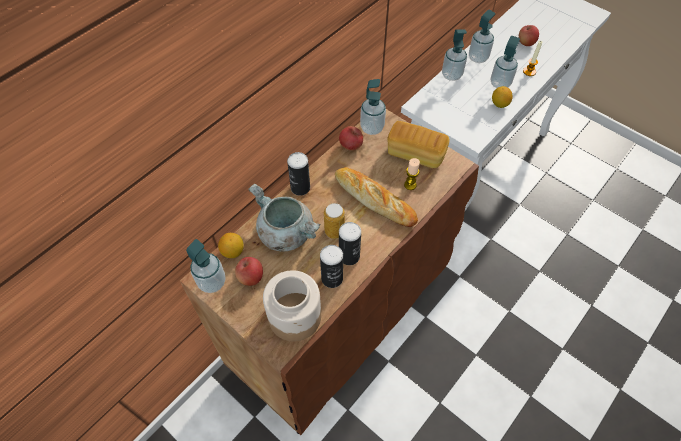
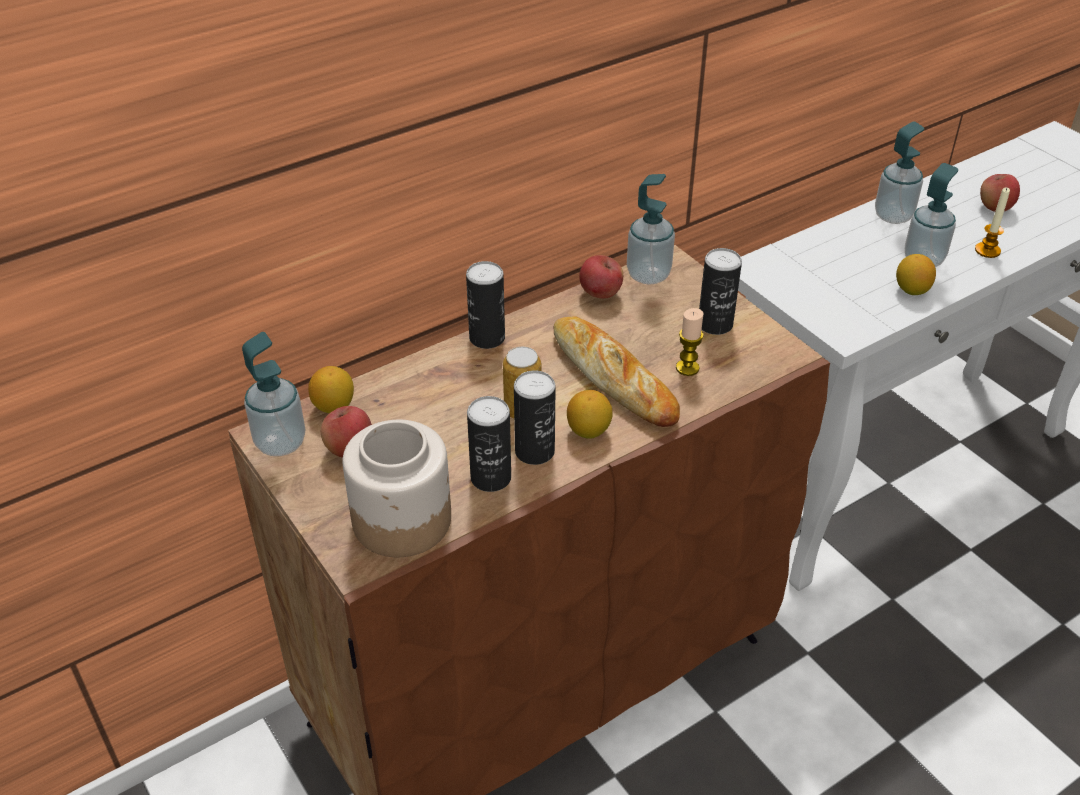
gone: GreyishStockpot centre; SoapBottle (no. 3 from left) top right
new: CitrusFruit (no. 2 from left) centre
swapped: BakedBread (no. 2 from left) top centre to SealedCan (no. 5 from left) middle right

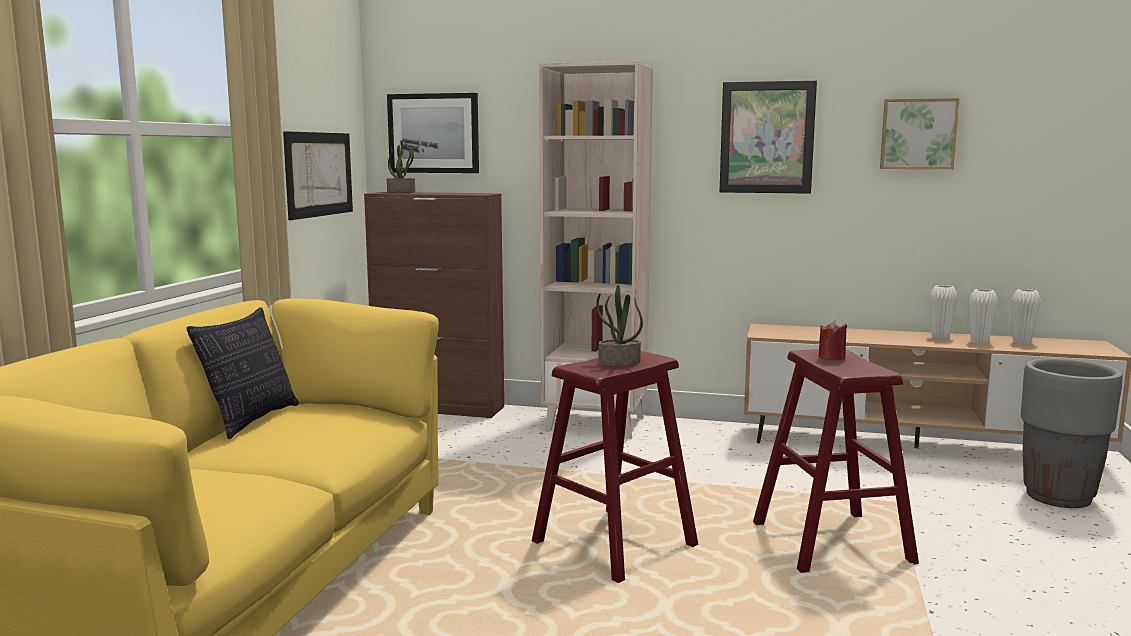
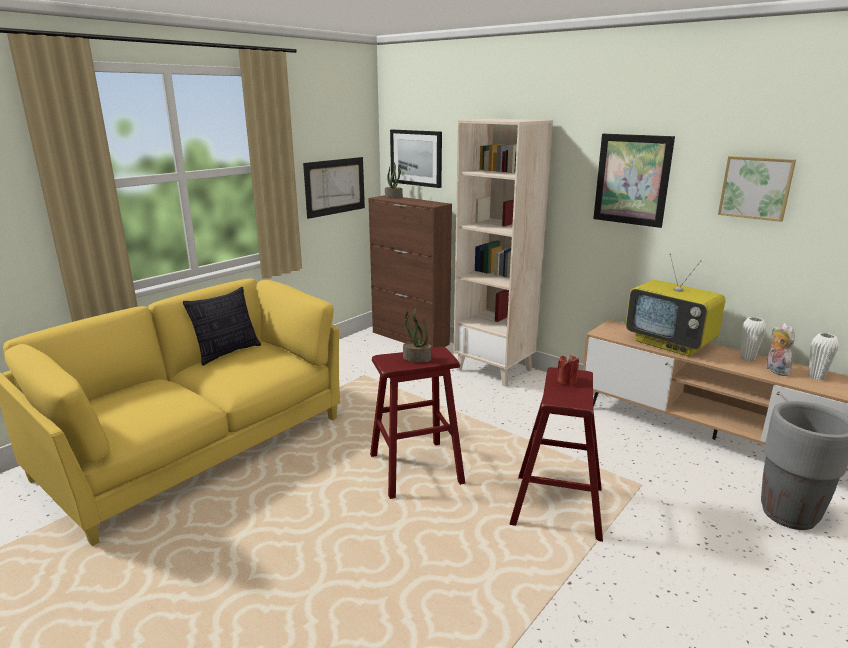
new: TvSet middle right
swapped: WhitishVase (no. 2 from left) middle right to CuddlyToy middle right

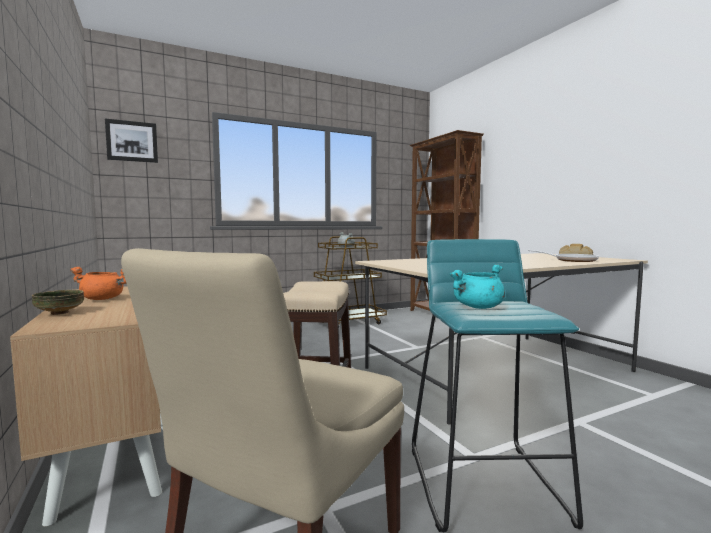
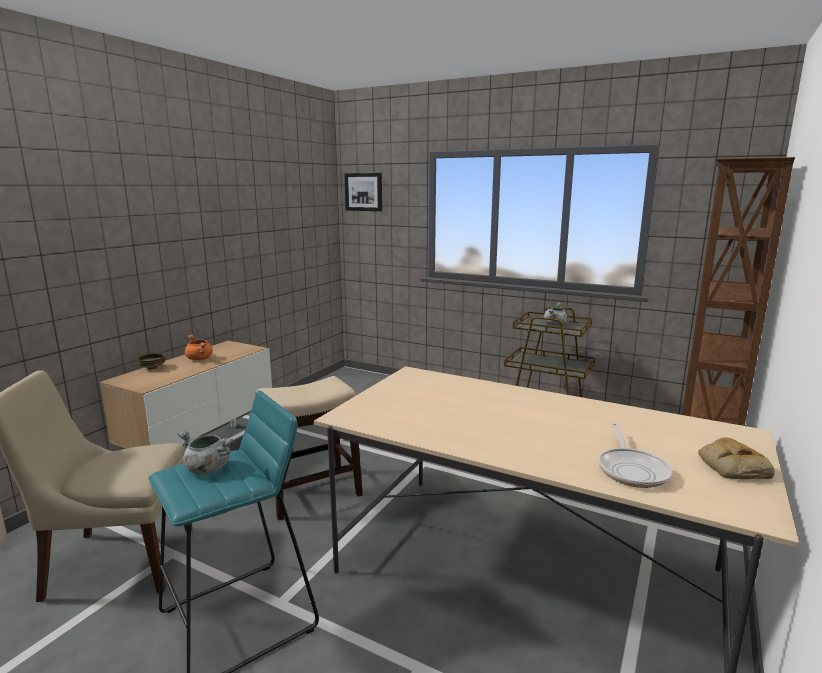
repainted: BlueGreenStockpot middle right to GreyishStockpot (no. 1 from left) bottom left

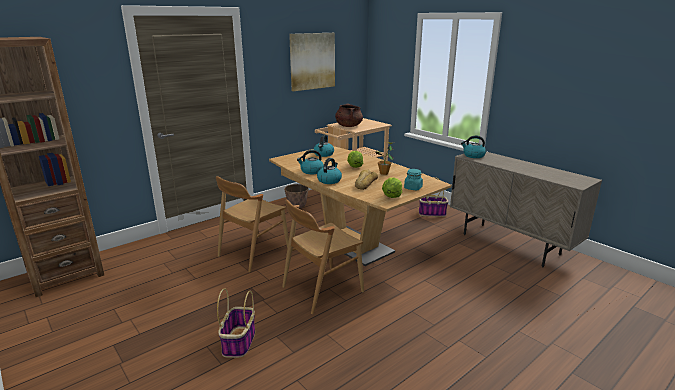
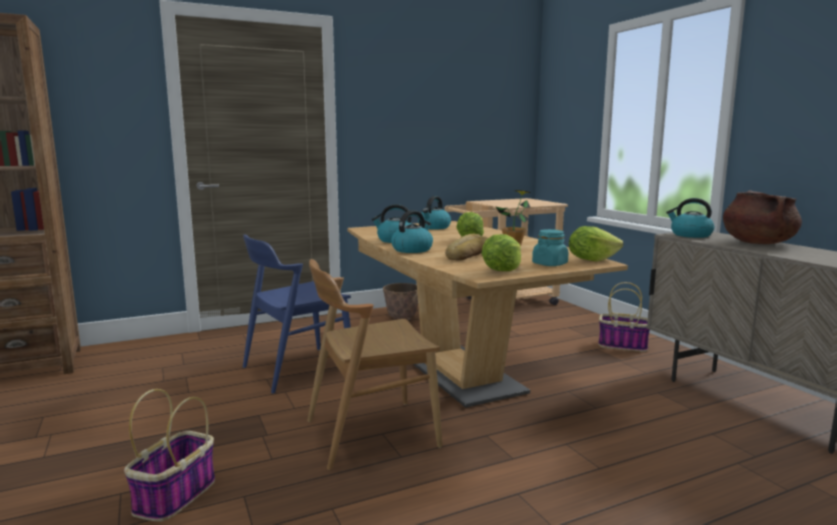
gone: Picture top centre
new: HeadOfLettuce (no. 3 from left) middle right
shifted: BrownishStockpot top centre to middle right
repainted: BrownishPlainChair (no. 1 from left) centre to BlueColouredPlainChair centre

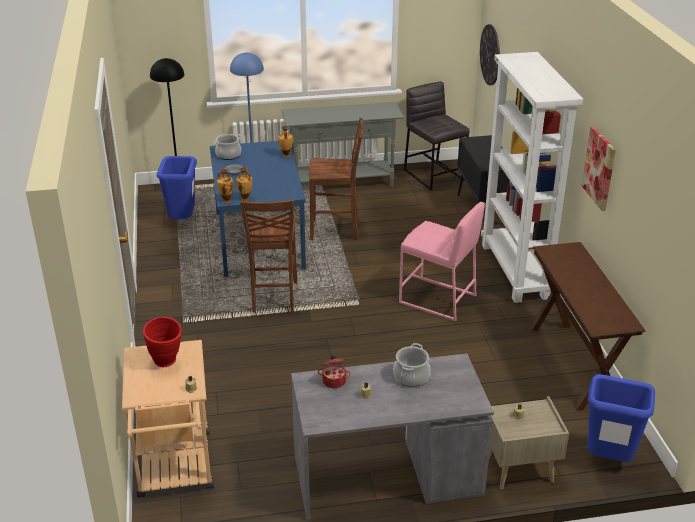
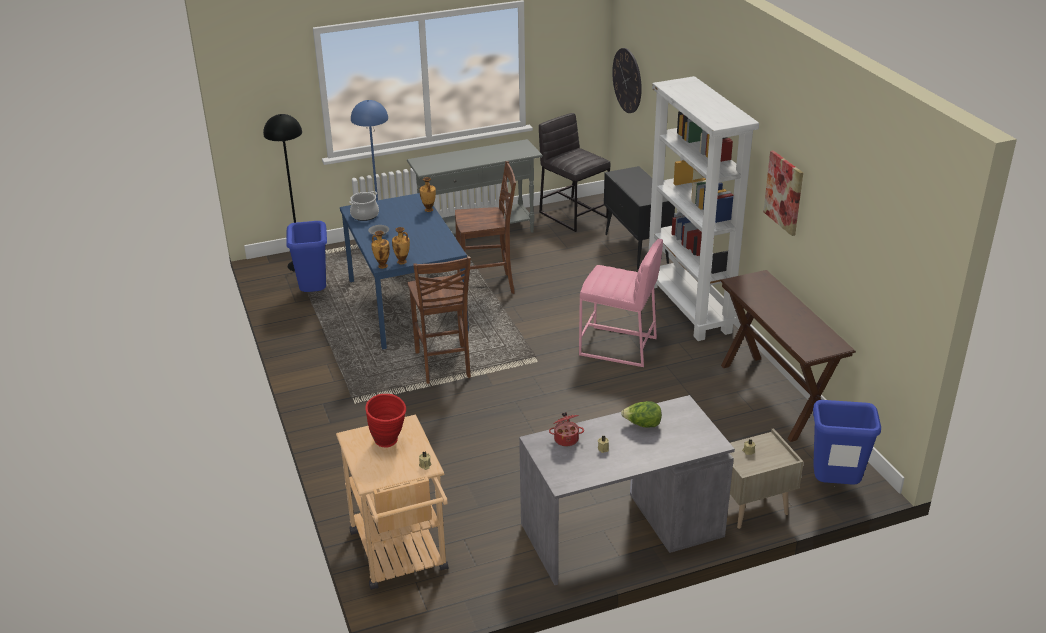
swapped: Stockpot (no. 3 from left) bottom centre to HeadOfLettuce centre

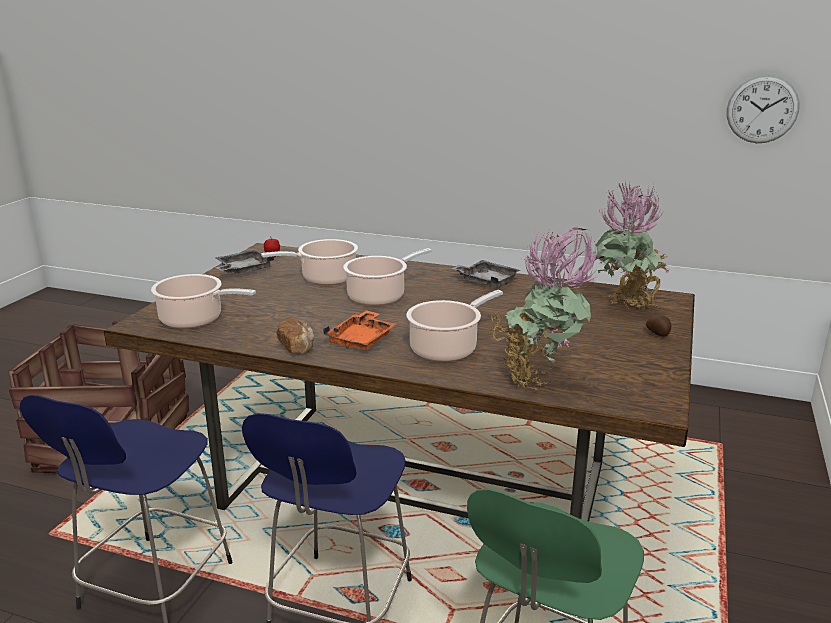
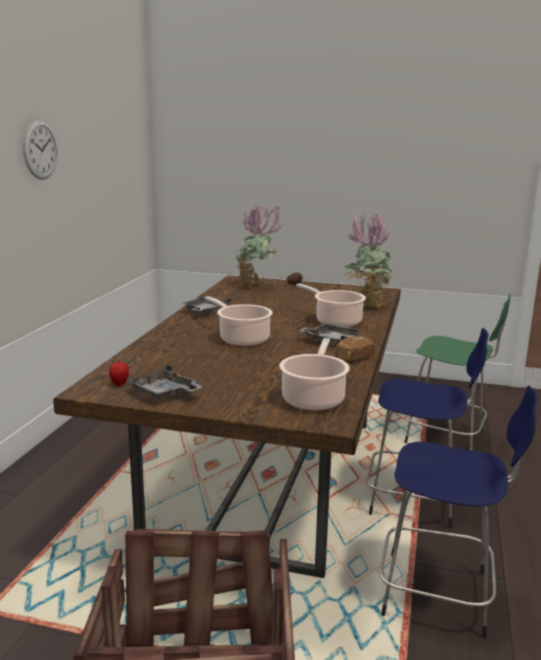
gone: Stockpot (no. 2 from left) centre
shifted: ClockOnTheWall top right to top left
repainted: OrangeCarryingTray centre to GreyishCarryingTray (no. 3 from left) centre

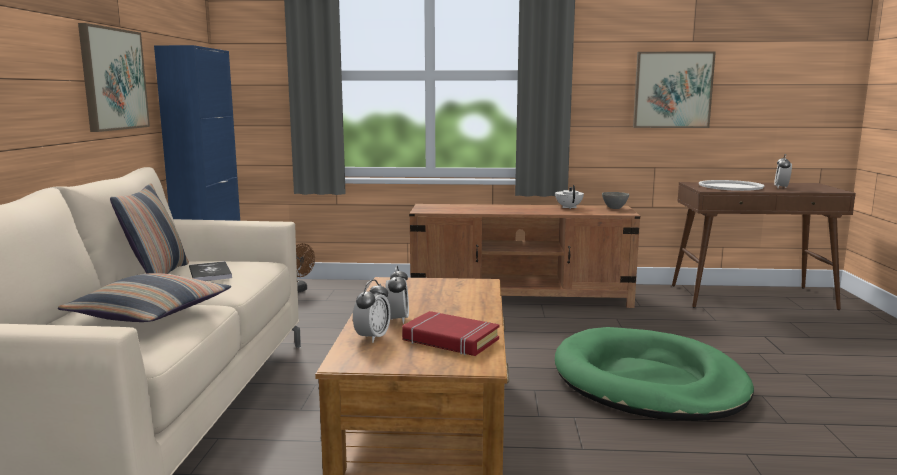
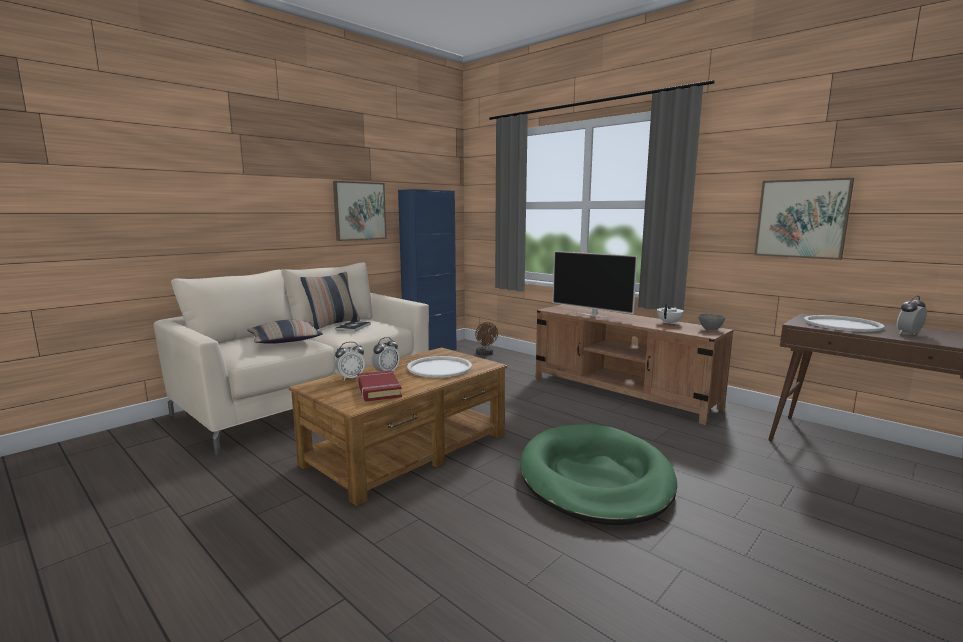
new: WhitishCarryingTray (no. 1 from left) centre; TvSet centre

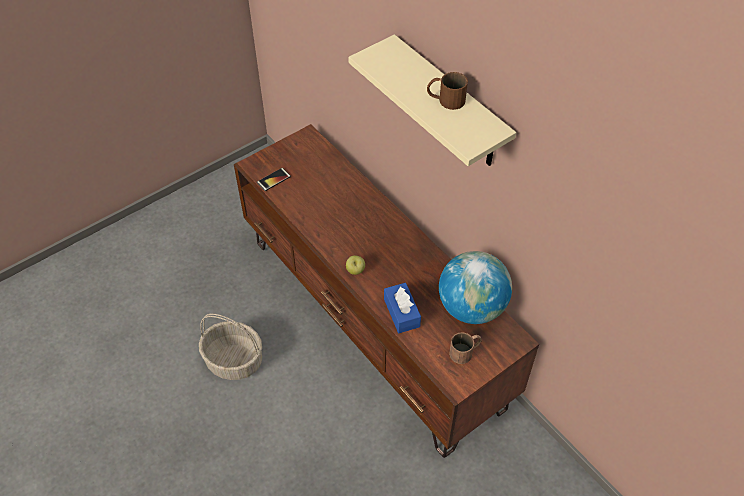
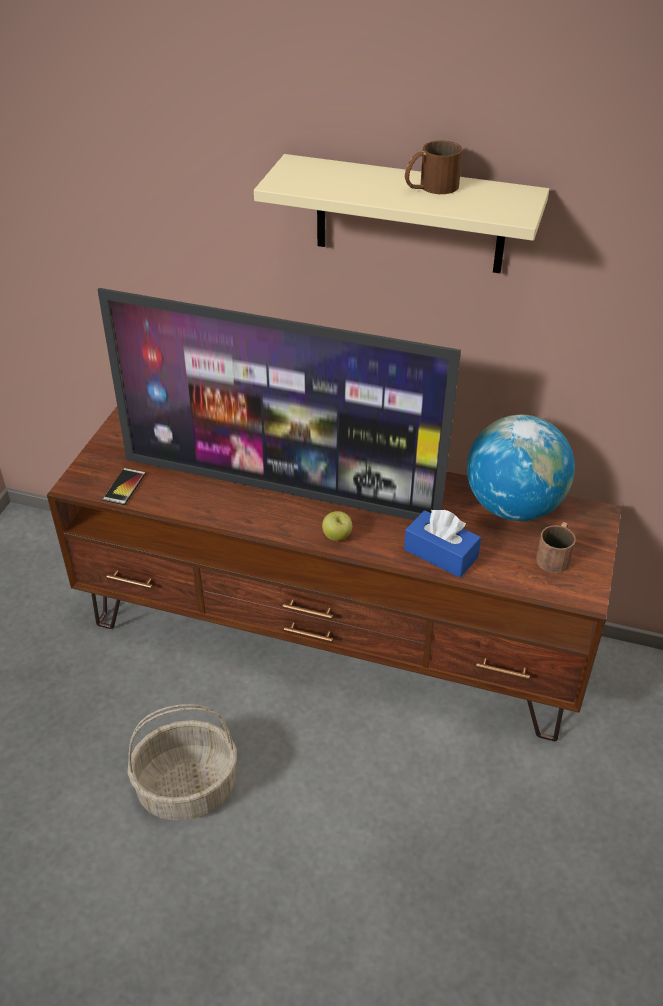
new: TvSet centre

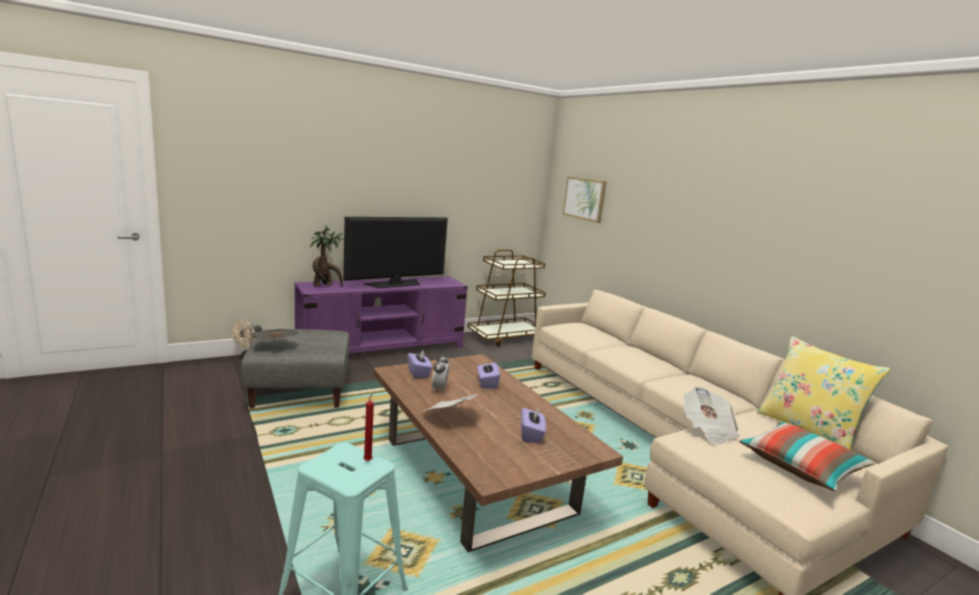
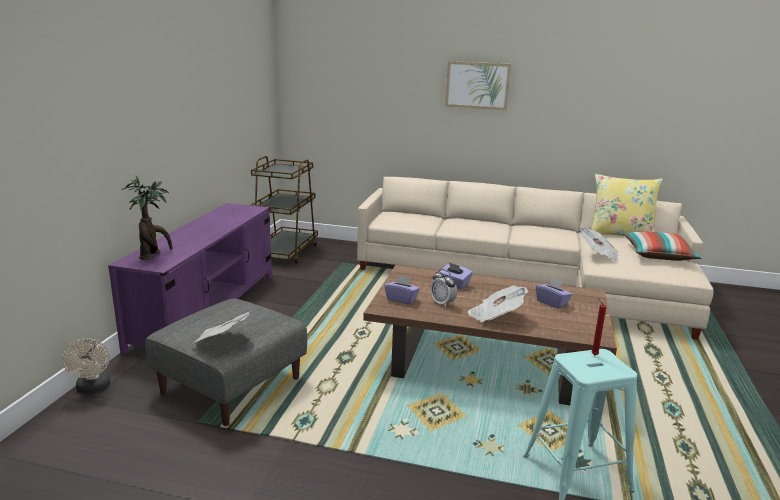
gone: TvSet centre
shifted: Picture centre to top centre

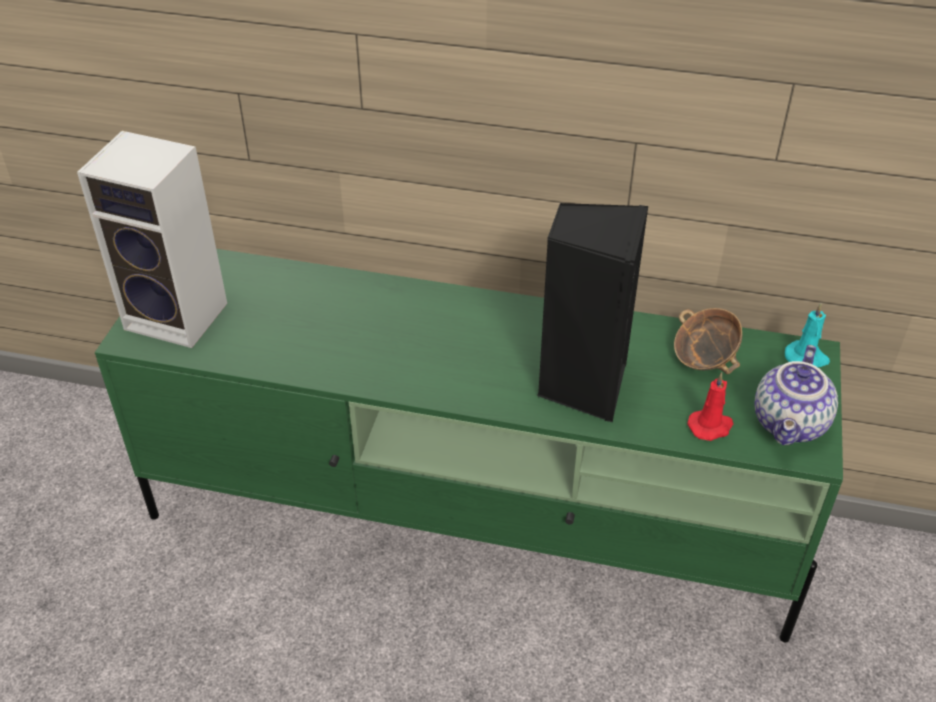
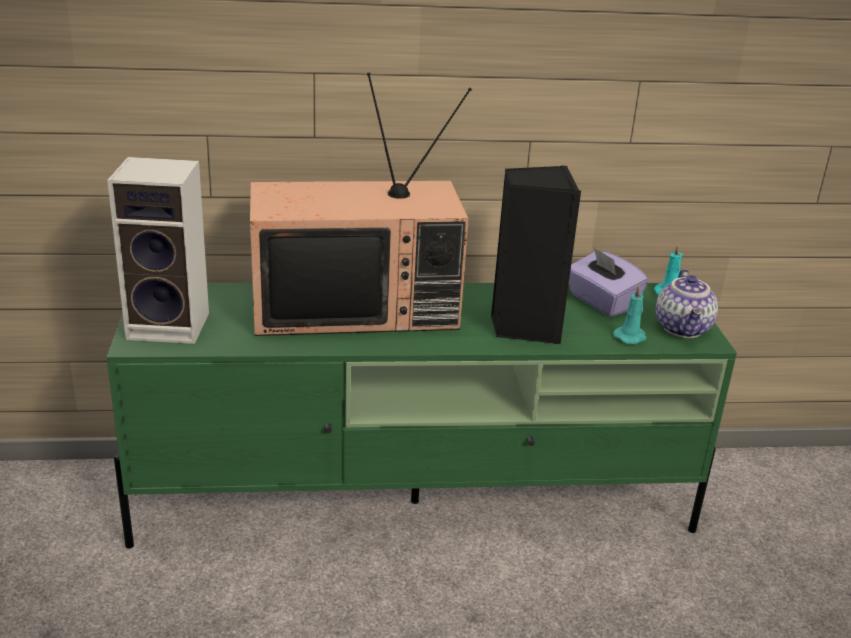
new: TvSet top centre
swapped: ServingBowl middle right to PurpleColouredTissueHolder middle right
repainted: RedWaxCandle middle right to BlueGreenWaxCandle (no. 1 from left) middle right

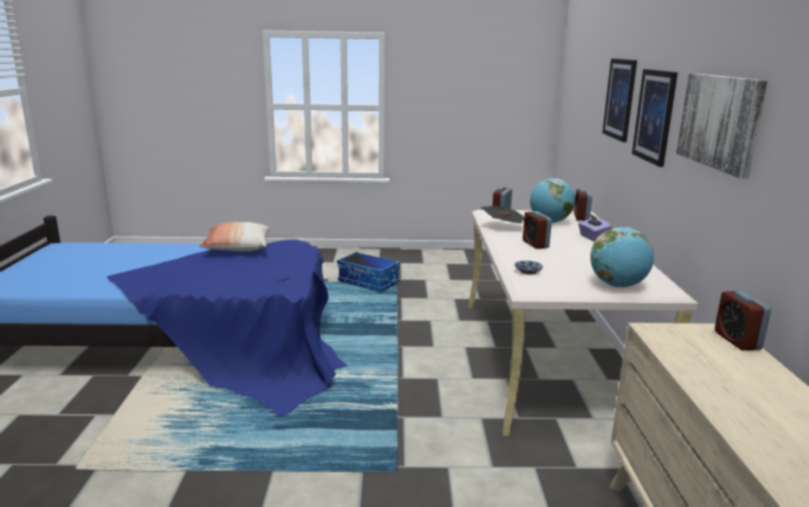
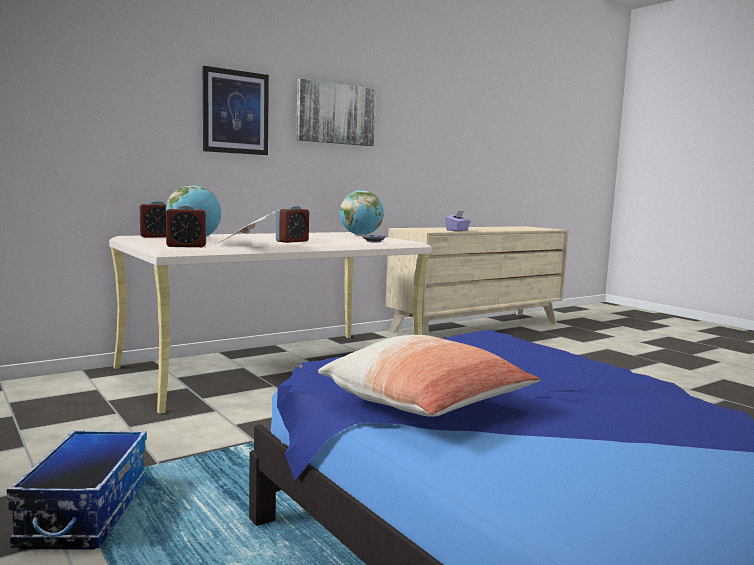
gone: Picture (no. 1 from left) top right; AlarmClock (no. 4 from left) middle right
shifted: PurpleColouredTissueHolder middle right to centre

